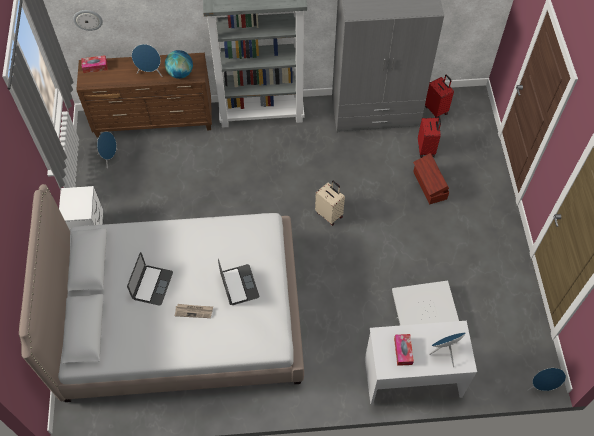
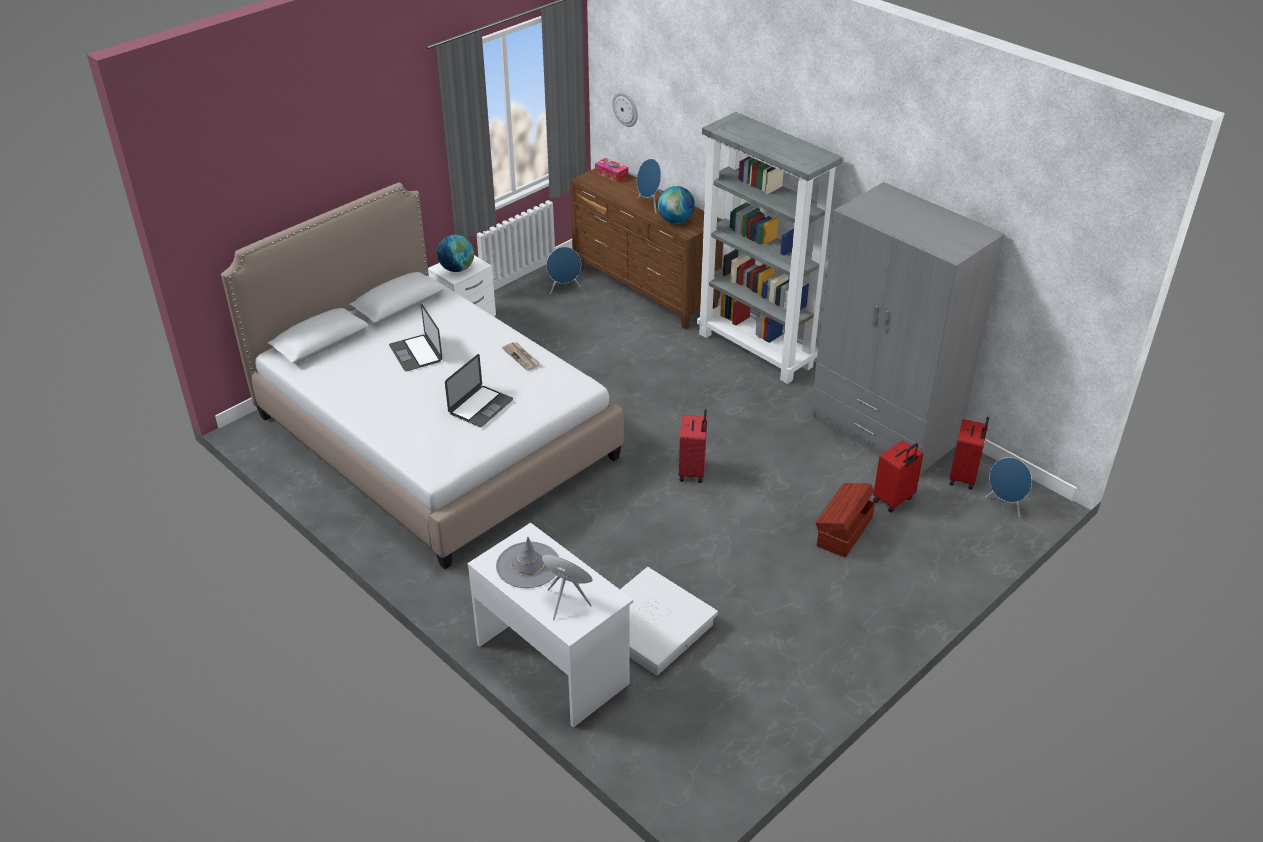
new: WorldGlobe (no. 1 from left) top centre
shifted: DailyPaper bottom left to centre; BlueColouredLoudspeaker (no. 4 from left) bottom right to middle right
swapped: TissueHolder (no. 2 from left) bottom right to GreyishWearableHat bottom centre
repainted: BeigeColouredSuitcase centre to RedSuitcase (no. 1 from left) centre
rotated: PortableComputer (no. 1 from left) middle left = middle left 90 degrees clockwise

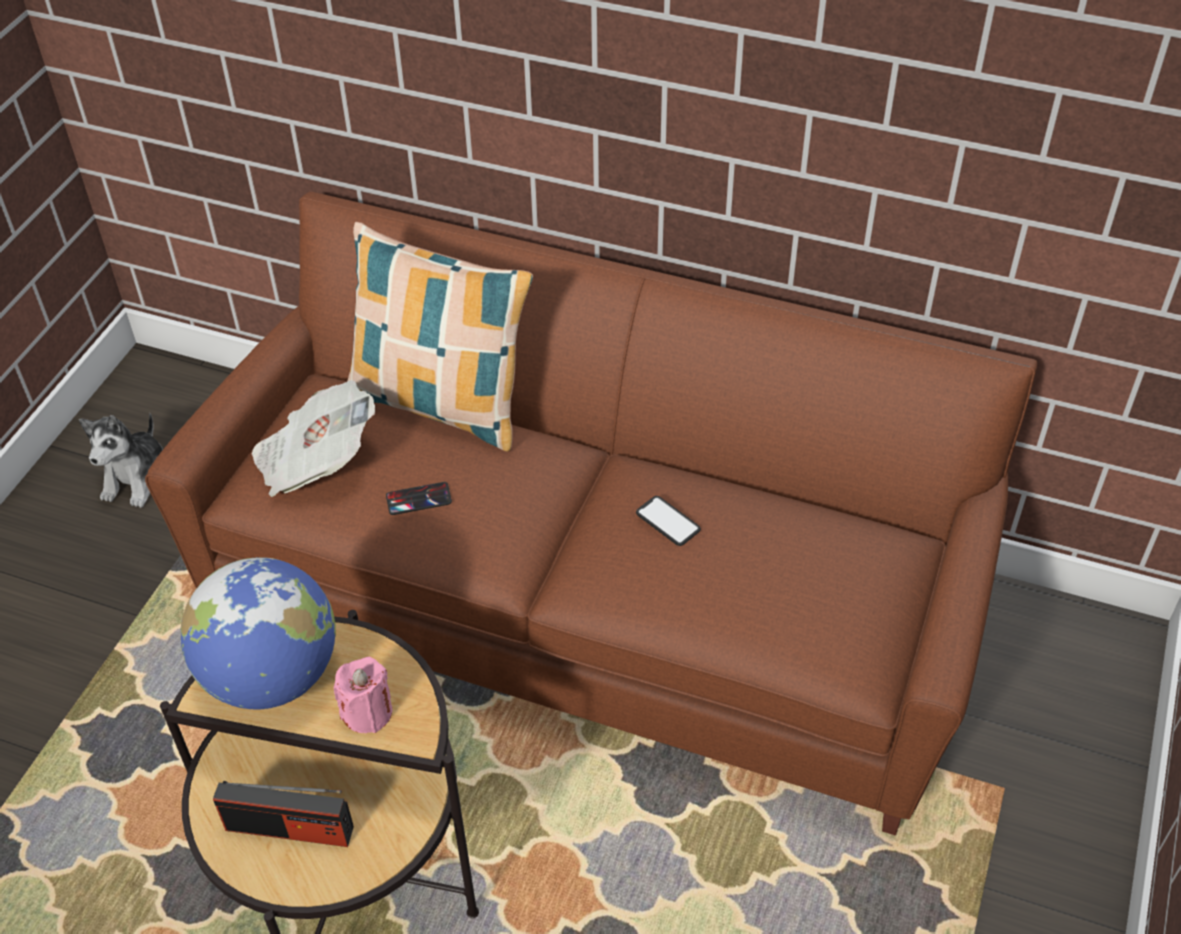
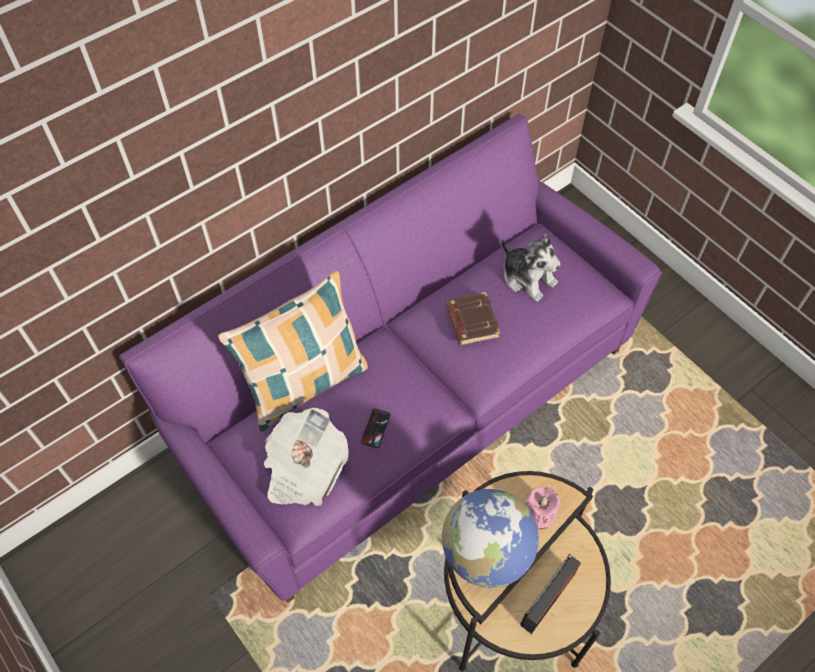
shifted: CuddlyToy middle left to centre
swapped: Telephone (no. 2 from left) centre to BrownishBoundBook centre
repainted: BrownishSofa centre to PurpleColouredSofa centre

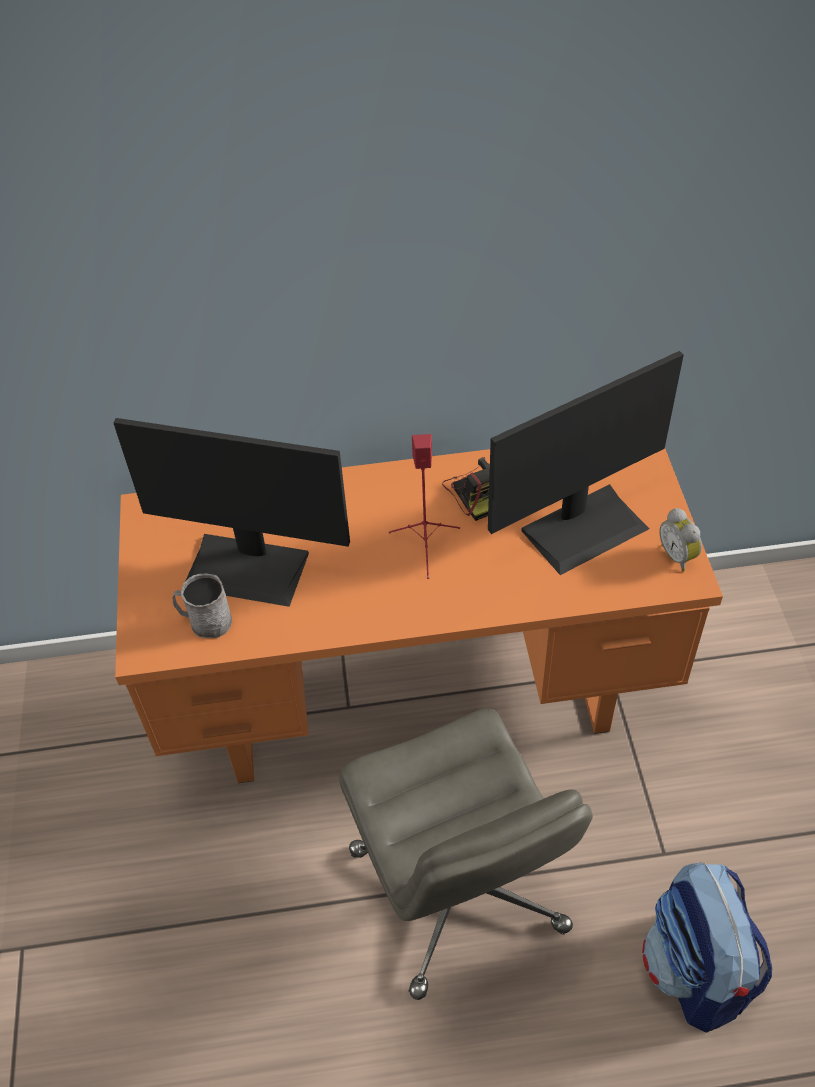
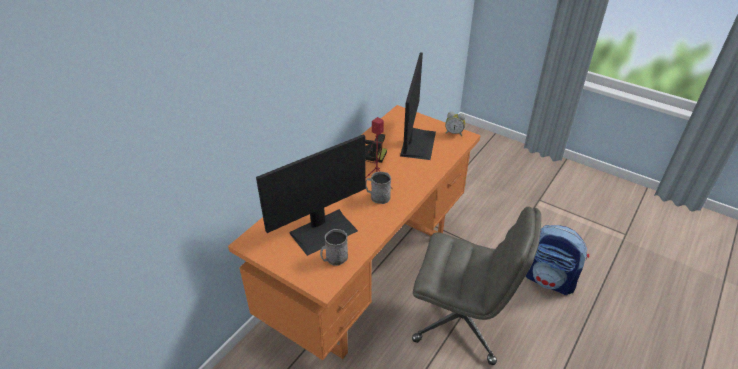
new: GreyishCoffeeMug (no. 2 from left) centre

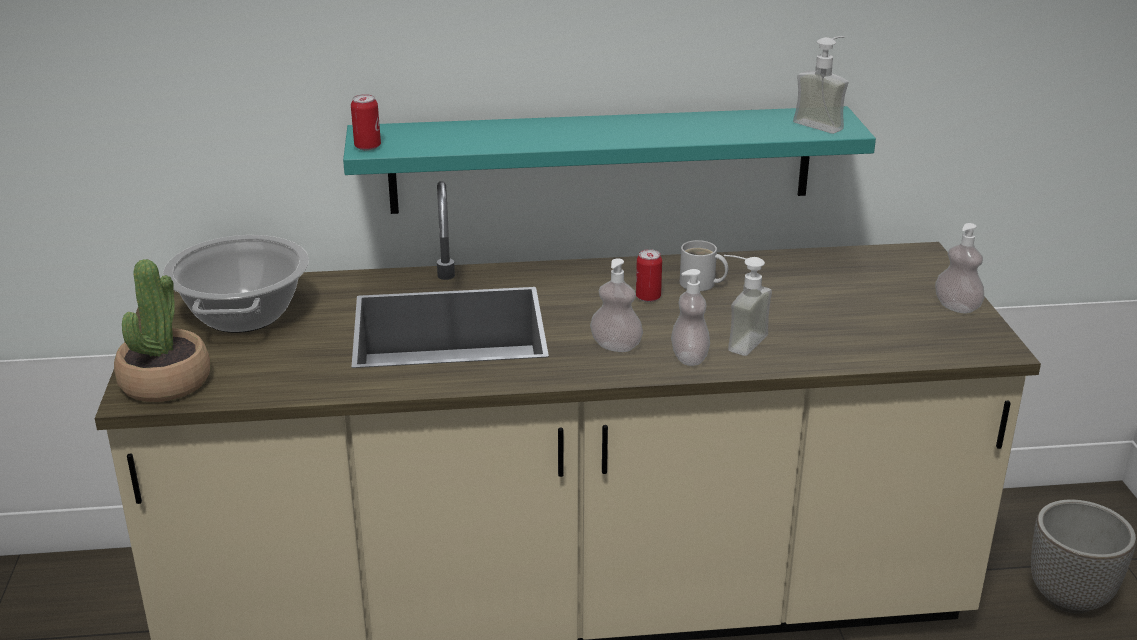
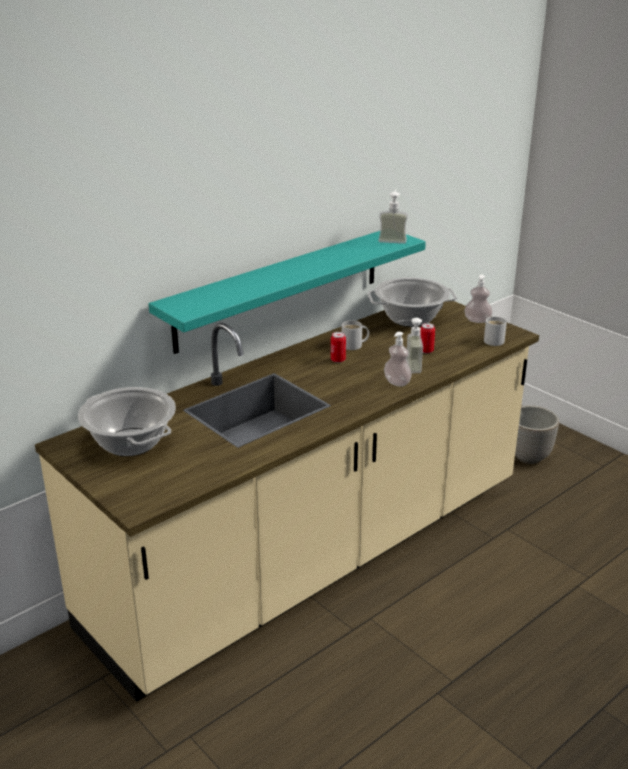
gone: PlantInAPot middle left; SoapBottle (no. 1 from left) centre
new: Stockpot (no. 2 from left) centre; WhitishCoffeeMug (no. 2 from left) middle right
shifted: SealedCan (no. 1 from left in the first image) top left to SealedCan (no. 2 from left) middle right

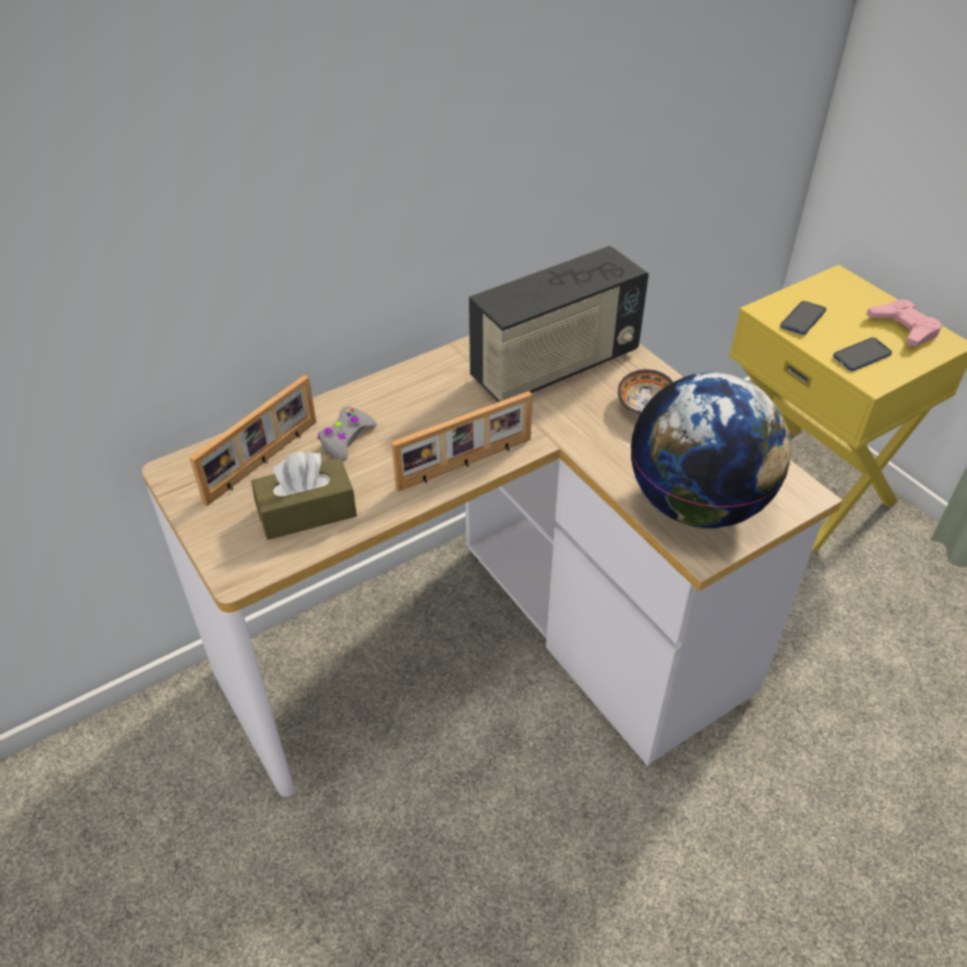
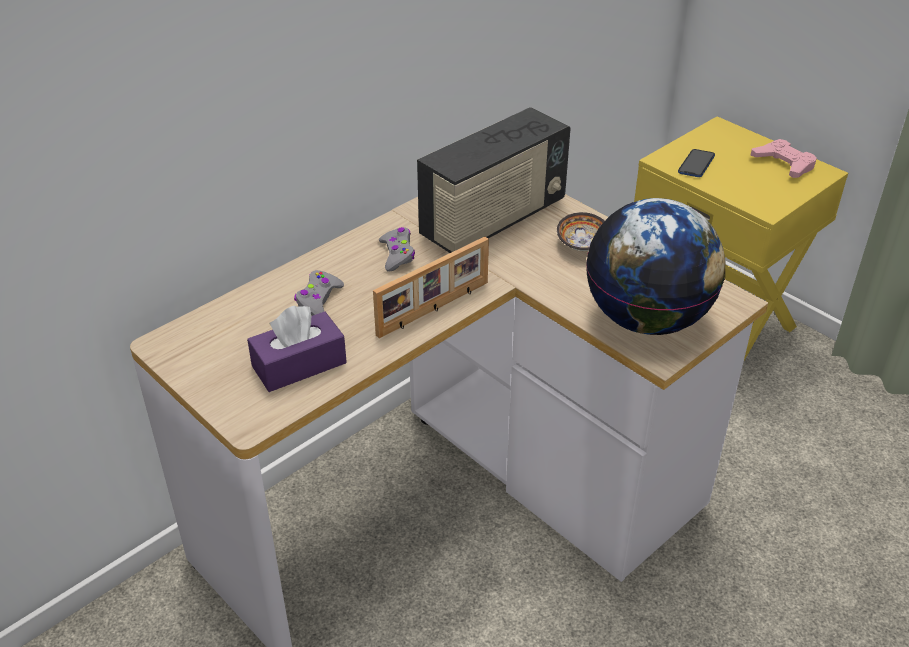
gone: PictureFrame (no. 1 from left) middle left; Telephone (no. 2 from left) middle right
new: GreyishGamepad (no. 2 from left) centre
repainted: BrownishTissueHolder middle left to PurpleColouredTissueHolder middle left

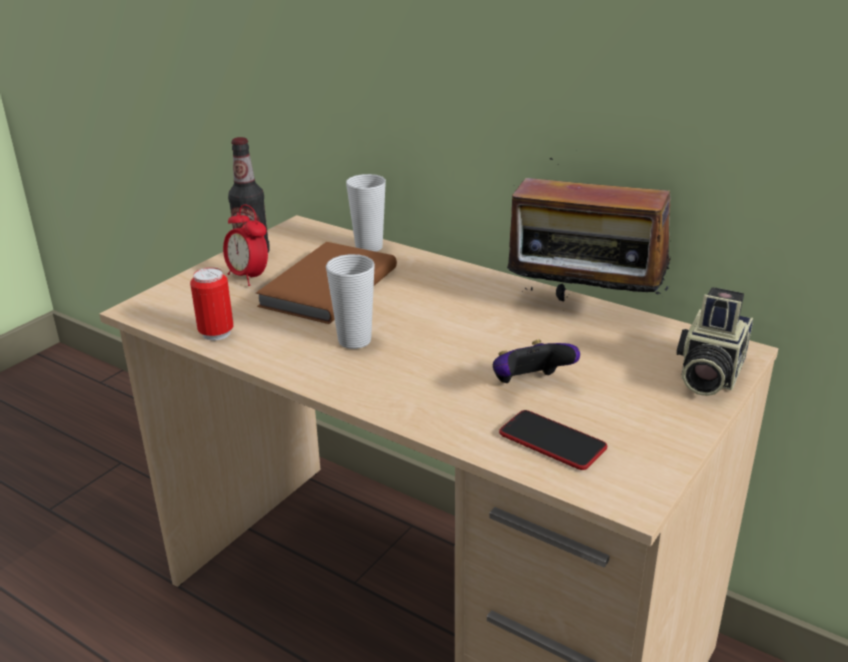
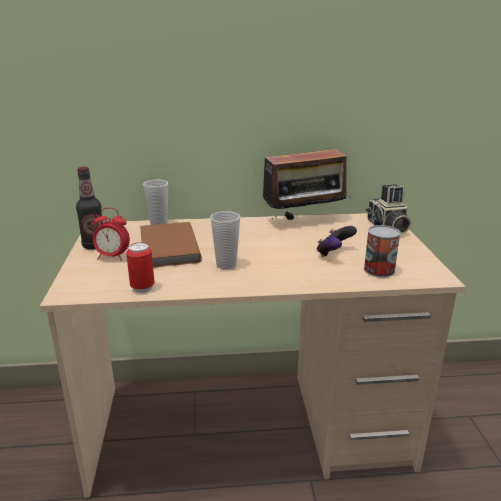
swapped: Telephone centre to SealedCan (no. 2 from left) middle right

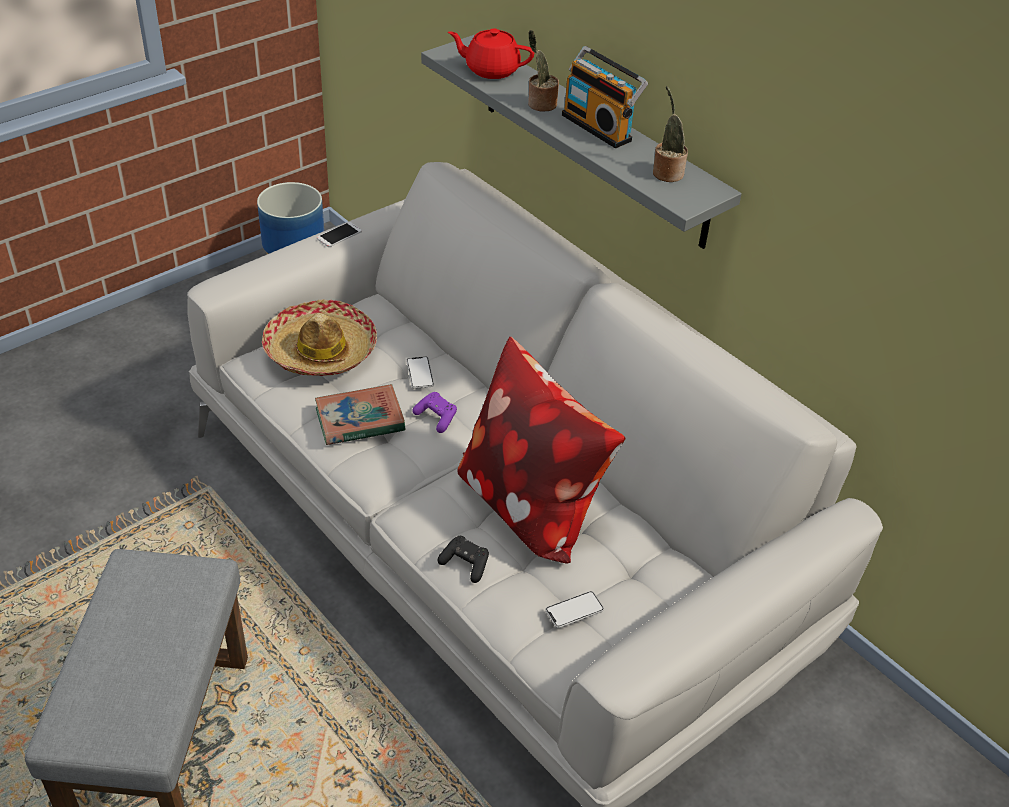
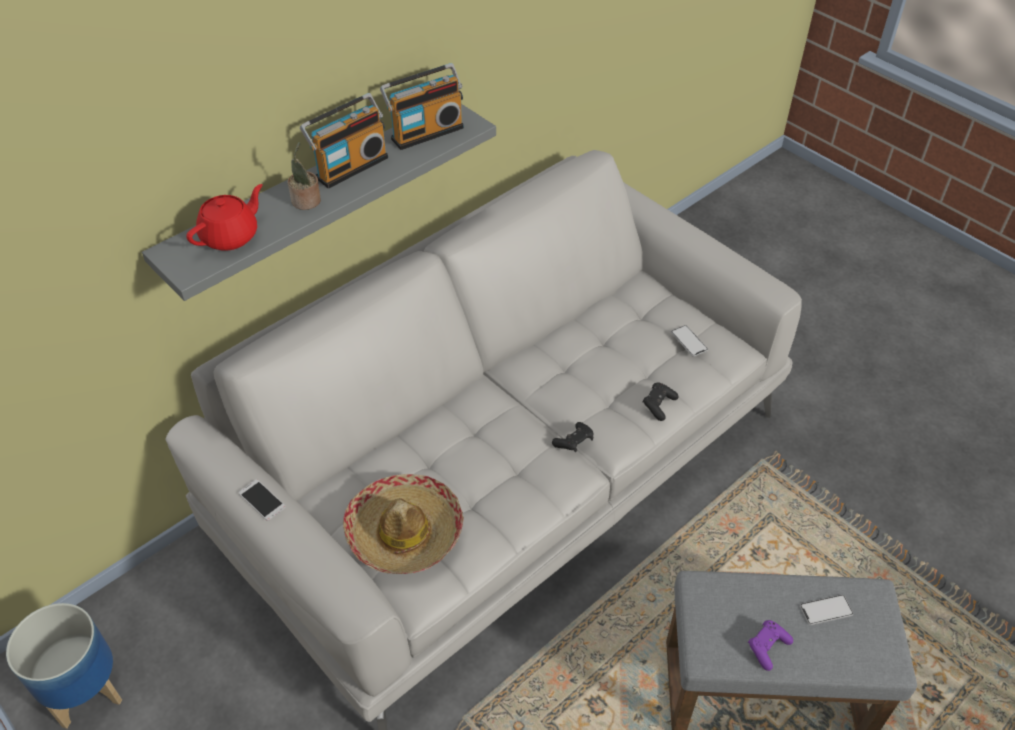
gone: BoundBook centre; ThrowPillow centre
new: BlackColouredGamepad (no. 1 from left) centre
shifted: Telephone (no. 2 from left in the first image) centre to Telephone (no. 3 from left) bottom right; PurpleColouredGamepad centre to bottom right
swapped: PlantInAPot (no. 2 from left) top centre to Radio (no. 2 from left) top centre
rotated: RedTeaPot top centre = top left 150 degrees counterclockwise

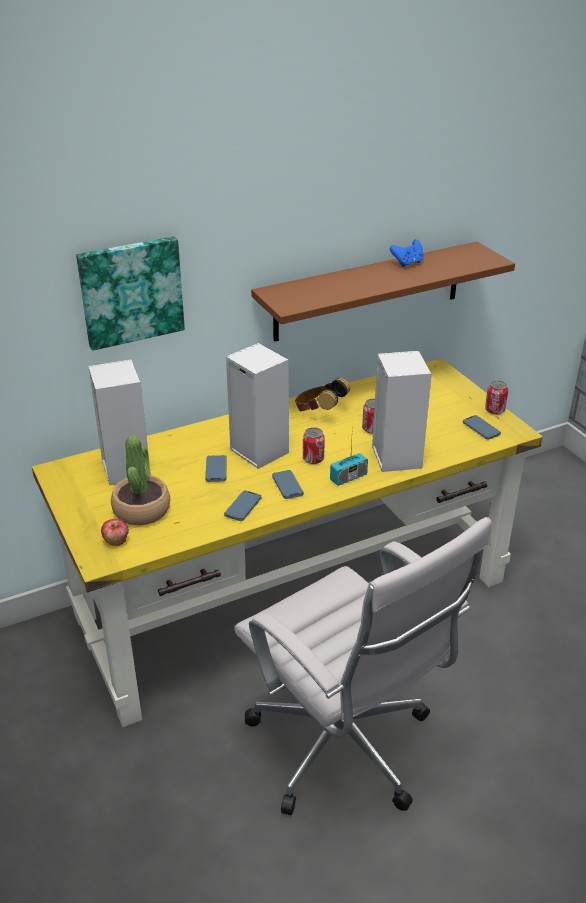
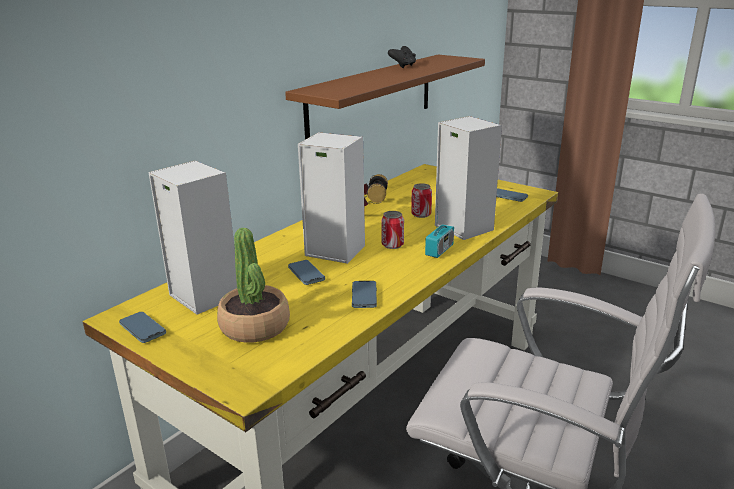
gone: Picture top left; AppleFruit middle left; SealedCan (no. 3 from left) middle right
shifted: Telephone (no. 3 from left in the first image) centre to Telephone (no. 1 from left) bottom left
repainted: BlueColouredGamepad top right to BlackColouredGamepad top centre

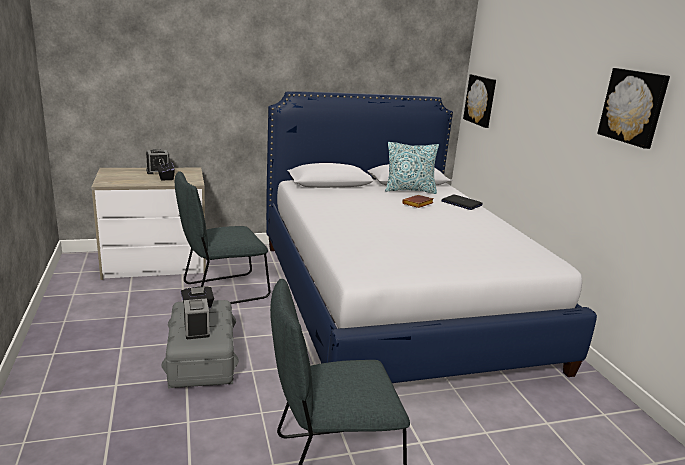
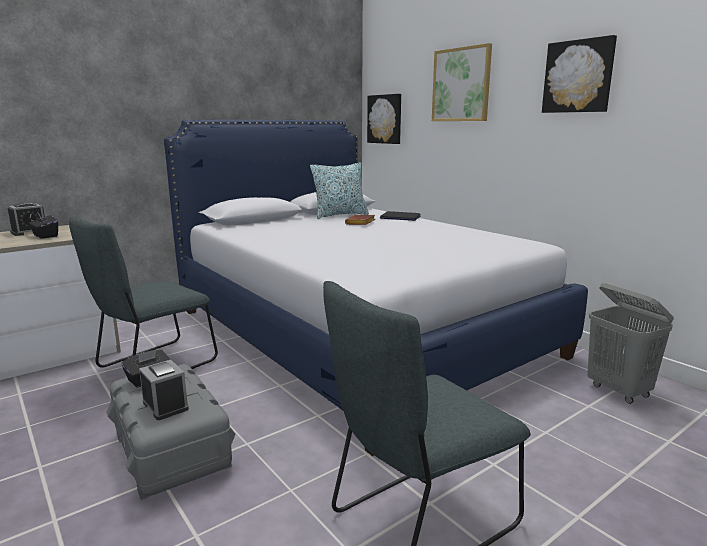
new: Picture (no. 2 from left) top centre; GreyishHamper middle right

